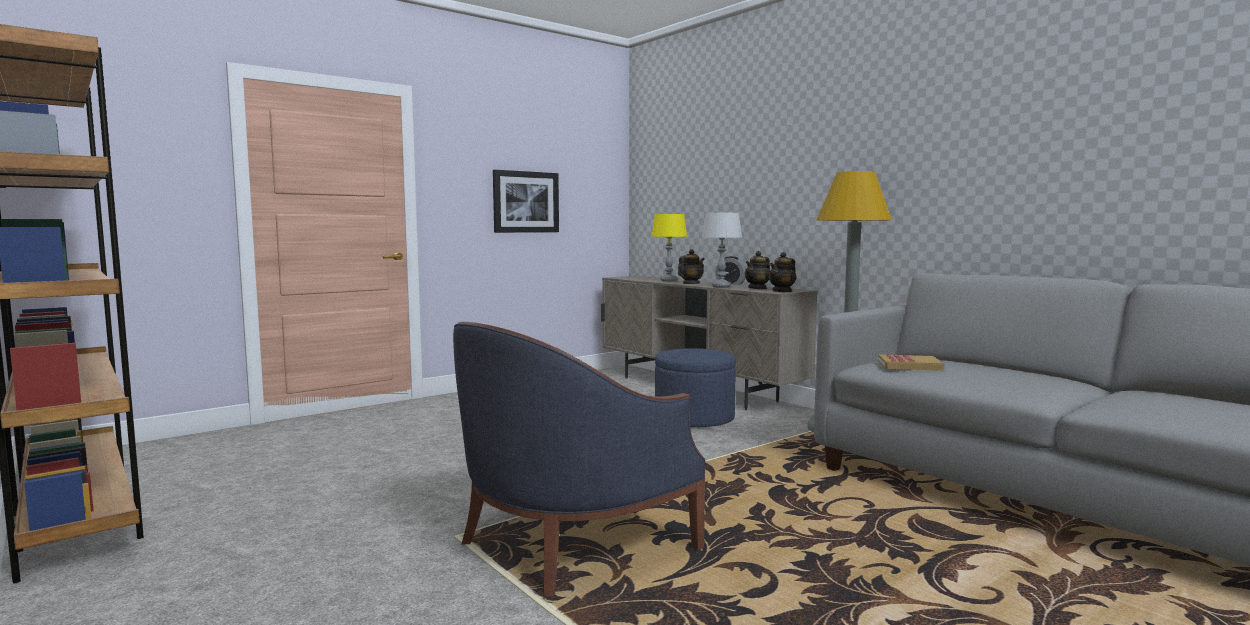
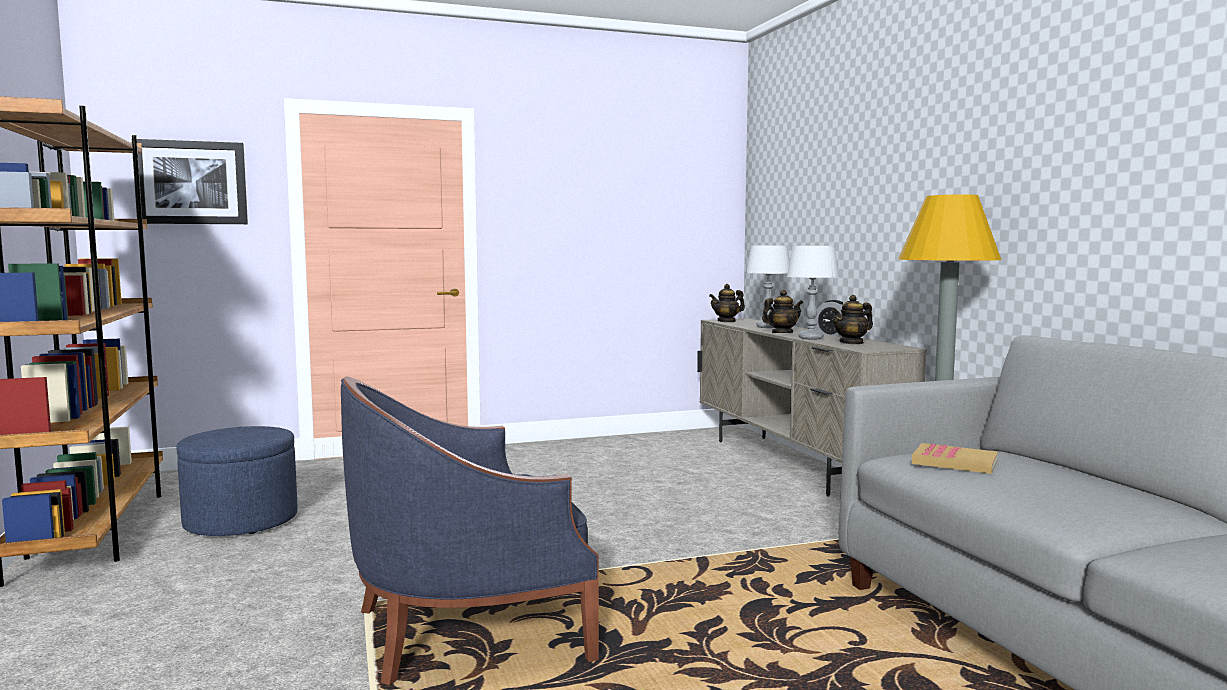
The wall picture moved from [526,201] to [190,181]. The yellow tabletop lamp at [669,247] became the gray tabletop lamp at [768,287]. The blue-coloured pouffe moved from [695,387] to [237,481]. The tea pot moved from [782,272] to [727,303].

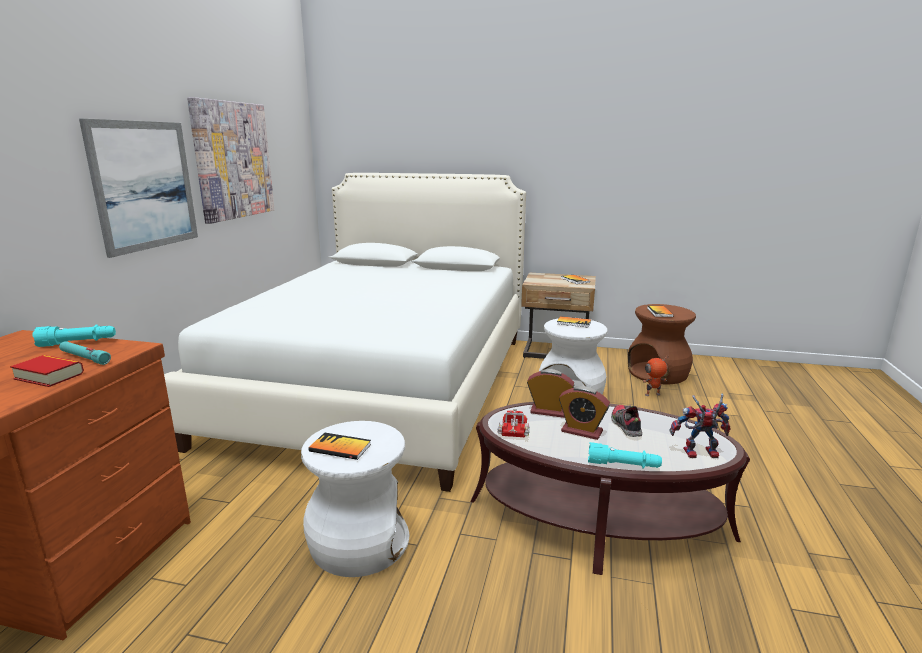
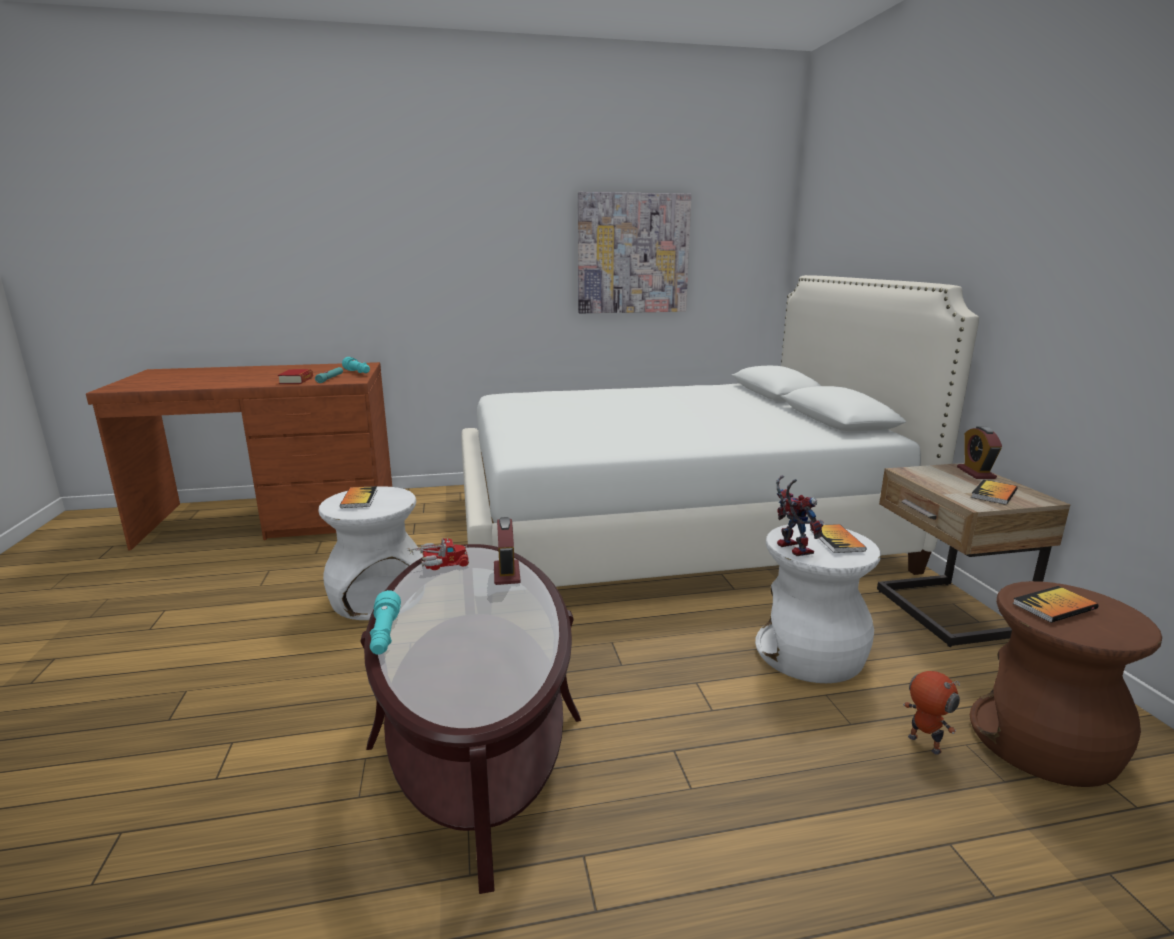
The wall picture at [138,188] disappeared. The bedside clock moved from [584,413] to [979,452]. The item of footwear at [626,421] disappeared. The toy robot moved from [699,426] to [800,515].

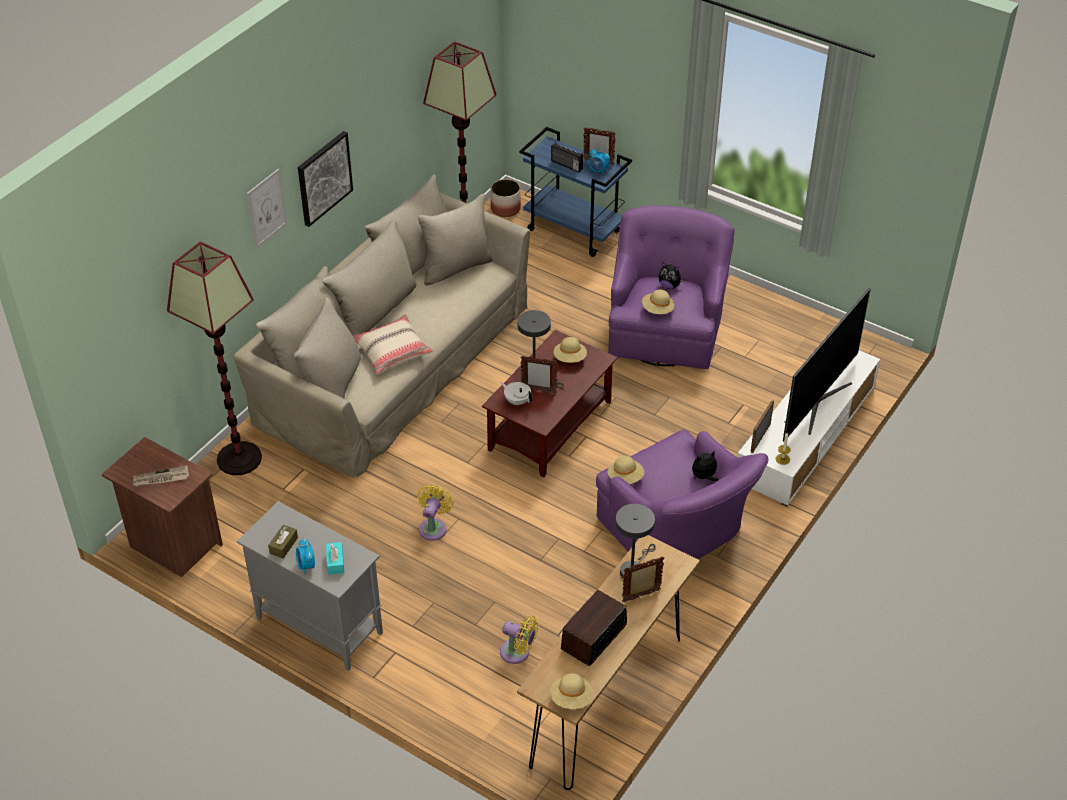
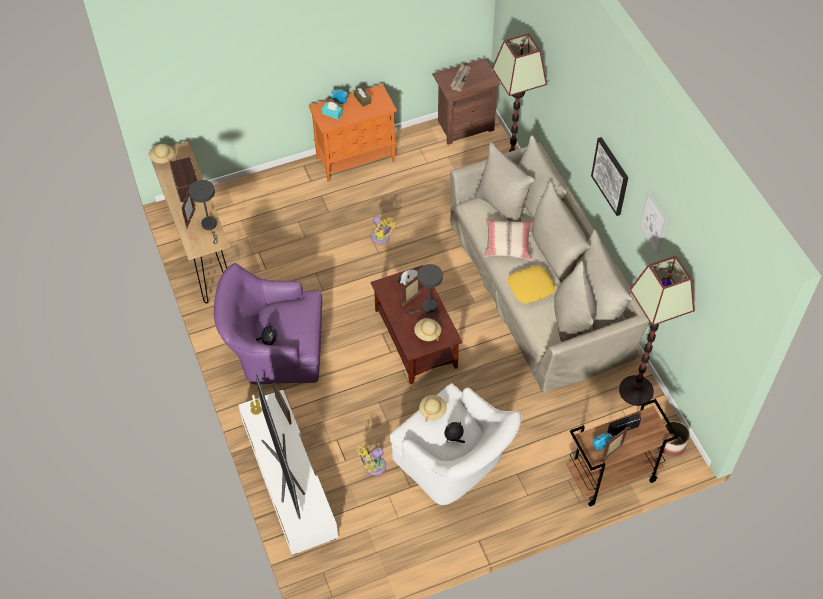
The gray storage cabinet at [310,586] became the orange-coloured storage cabinet at [353,133]. The wall picture moved from [267,208] to [653,222]. The yellow fan moved from [519,640] to [371,460]. The blue-coloured cart at [575,192] became the brown-coloured cart at [622,452]. The purplish armchair at [671,287] became the white-coloured armchair at [456,444]. The beige hat at [626,470] disappeared. The yellow pillow at [531,285] appeared.

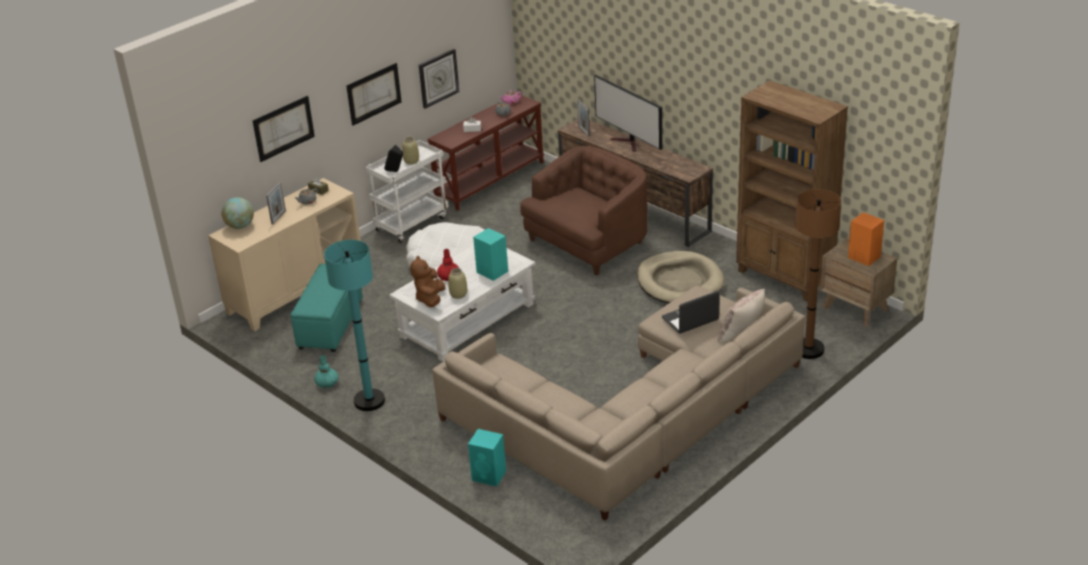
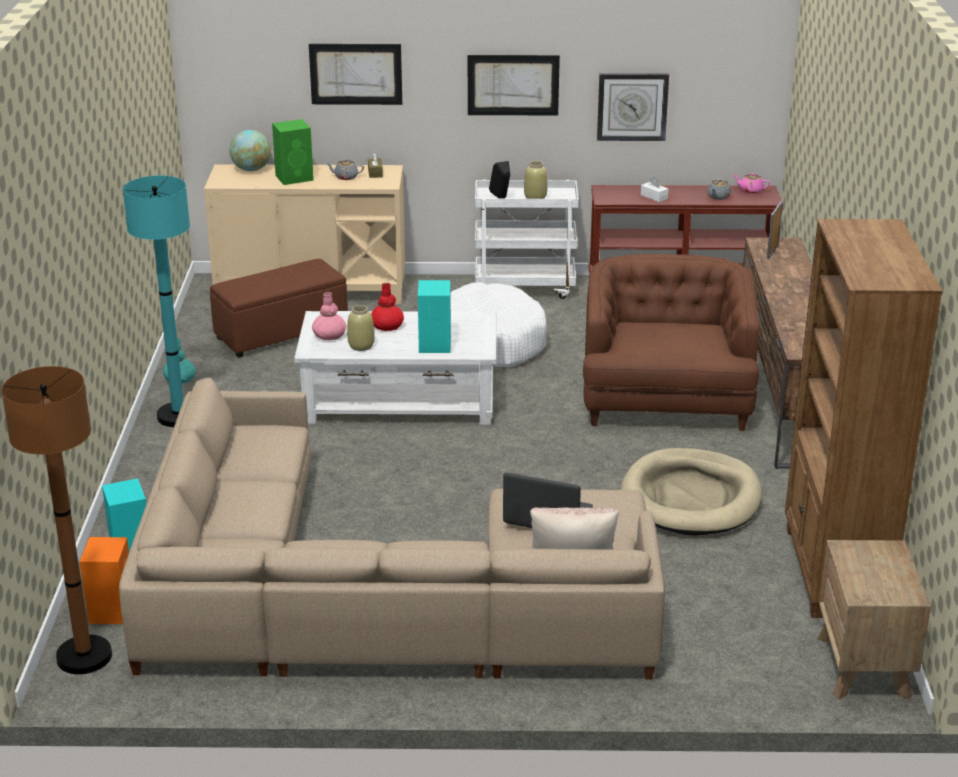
The photo frame at [276,203] was replaced by the greenish speaker at [293,152]. The blue-green pouffe at [327,308] became the brown-coloured pouffe at [279,308]. The brown-coloured plush toy at [427,281] was replaced by the pink decorative vase at [329,316]. The brown-coloured armchair at [583,211] turned 90 degrees counterclockwise. The TV at [628,113] disappeared. The brown-coloured standard lamp moved from [818,274] to [56,520]. The orange-coloured speaker moved from [866,239] to [104,580].

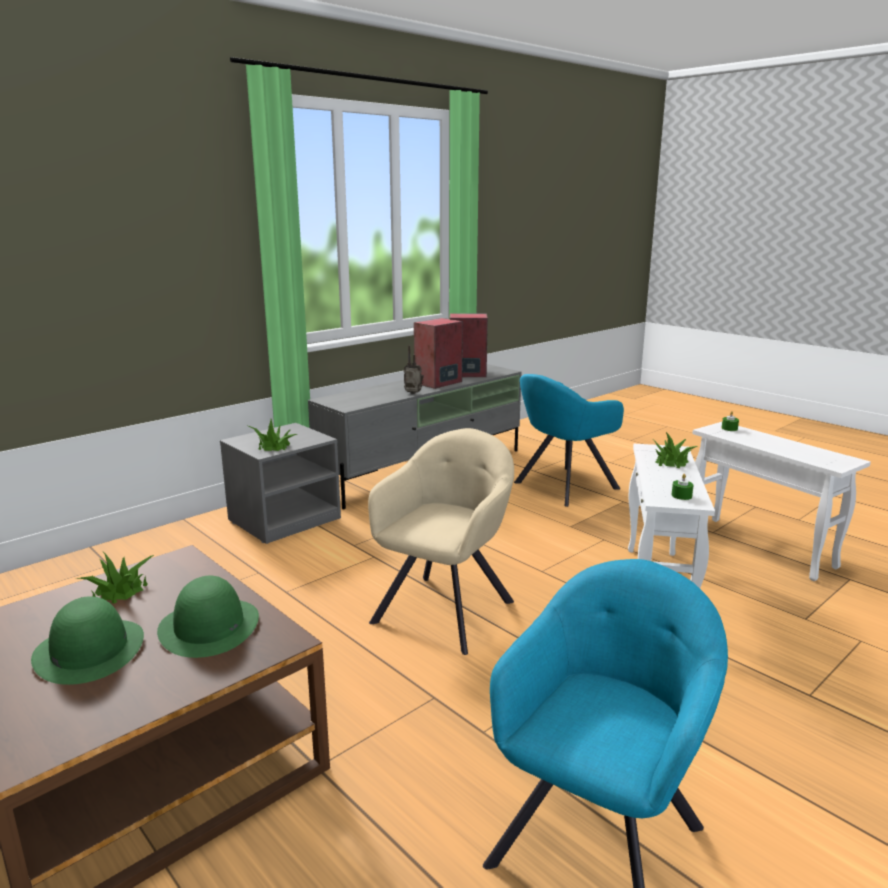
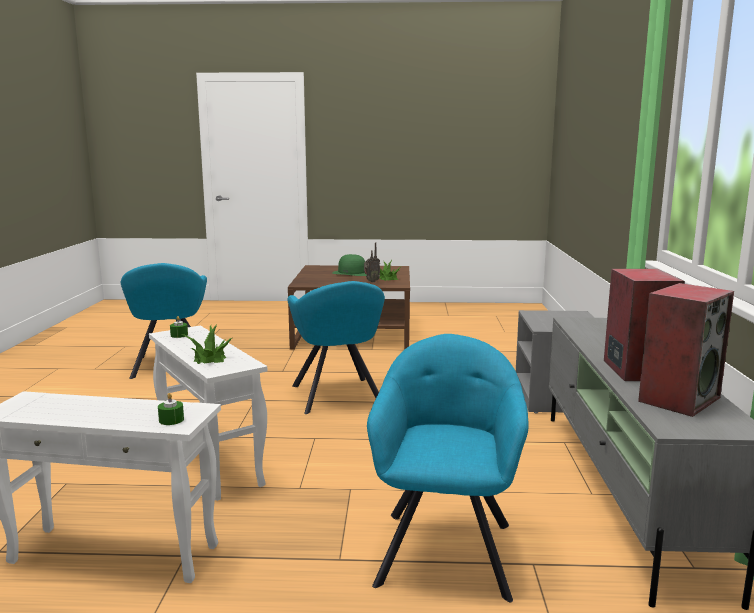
The greenish hat at [208,617] disappeared. The plant in a pot at [272,435] disappeared. The beige armchair at [441,541] became the blue-green armchair at [336,347]. The radio set moved from [414,369] to [372,262].

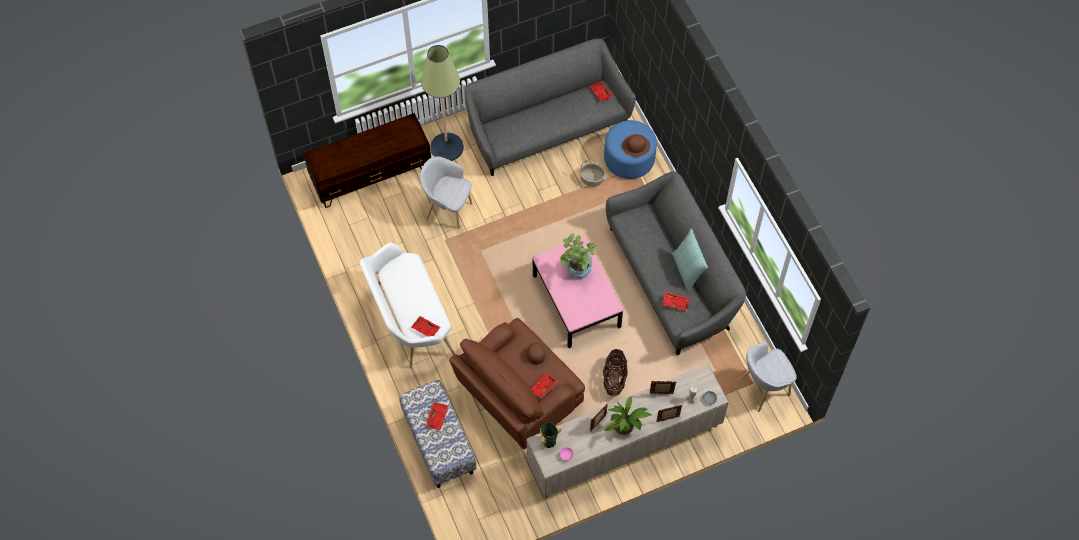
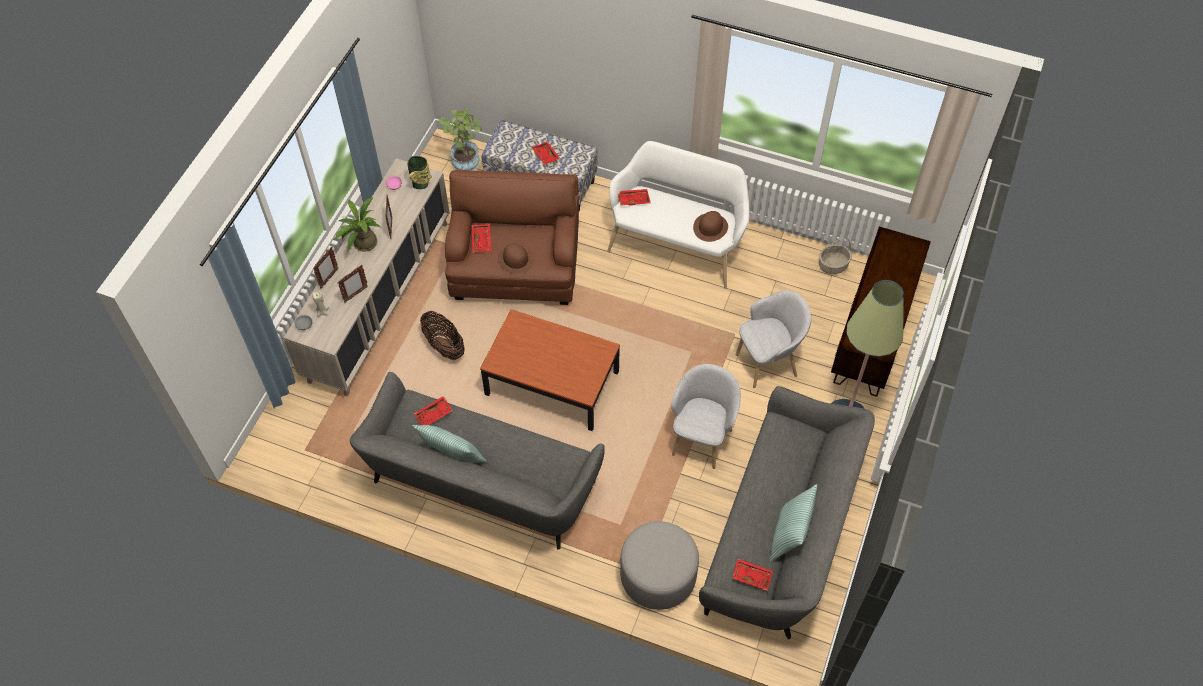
The pink low table at [577,292] became the brown-coloured low table at [550,370]. The plant in a pot moved from [579,256] to [460,140]. The basket moved from [592,173] to [835,256]. The blue-coloured pouffe at [630,149] became the gray pouffe at [659,565]. The brown-coloured hat moved from [636,145] to [710,226]. The gray armchair moved from [768,377] to [706,416]. The pillow at [793,523] appeared.

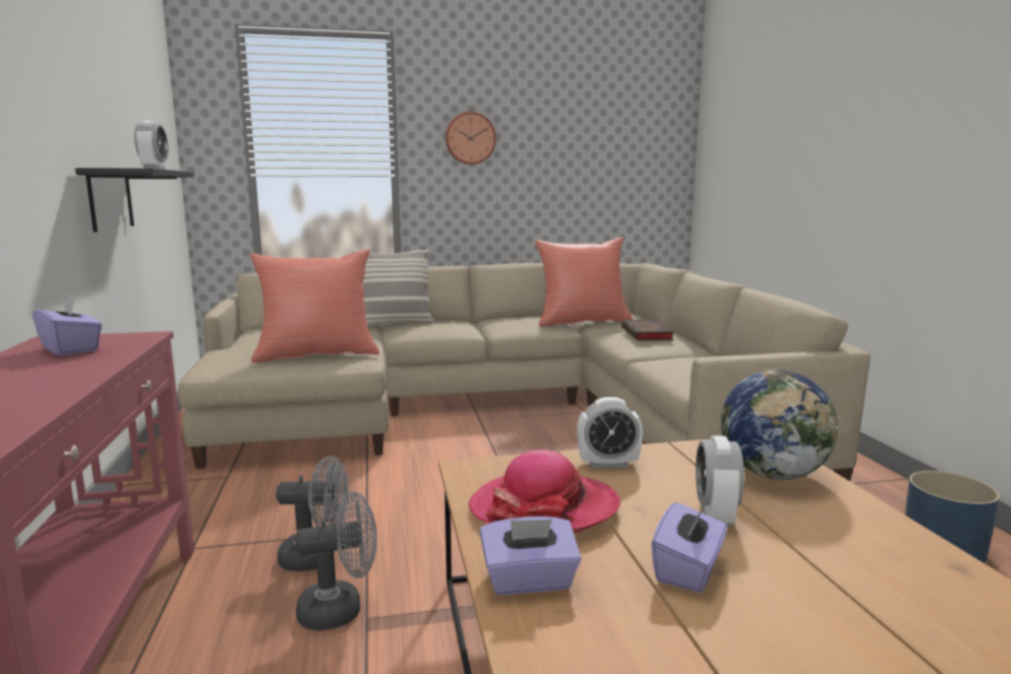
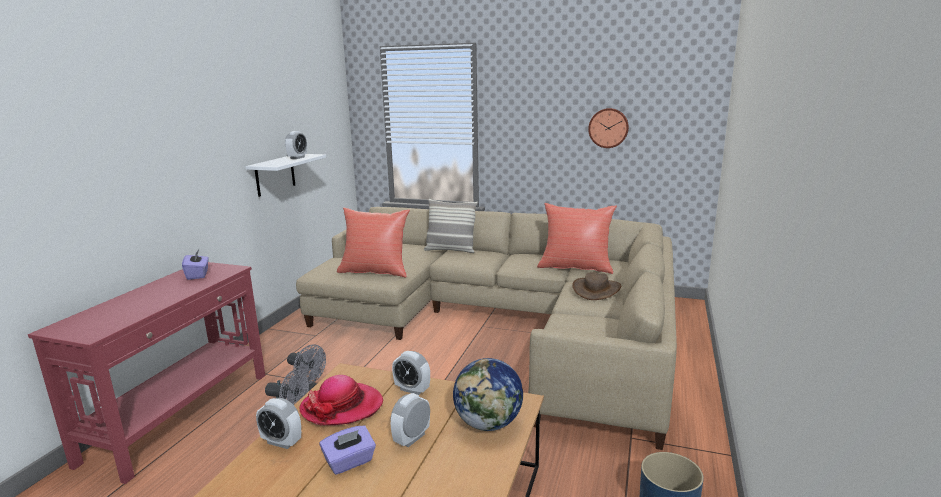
The blackish bracket shelf at [134,200] became the white-coloured bracket shelf at [286,175]. The clock on the wall moved from [470,138] to [608,128]. The purplish tissue box at [530,555] was replaced by the bedside clock at [278,423]. The bound book at [647,330] was replaced by the brown-coloured hat at [596,286].

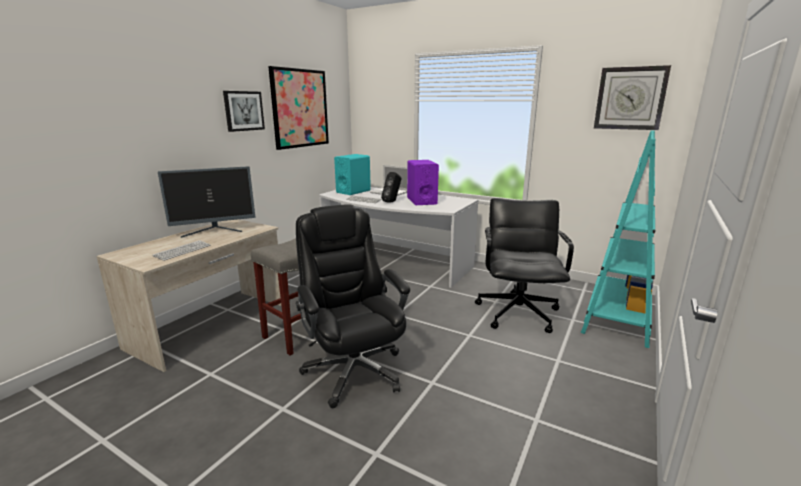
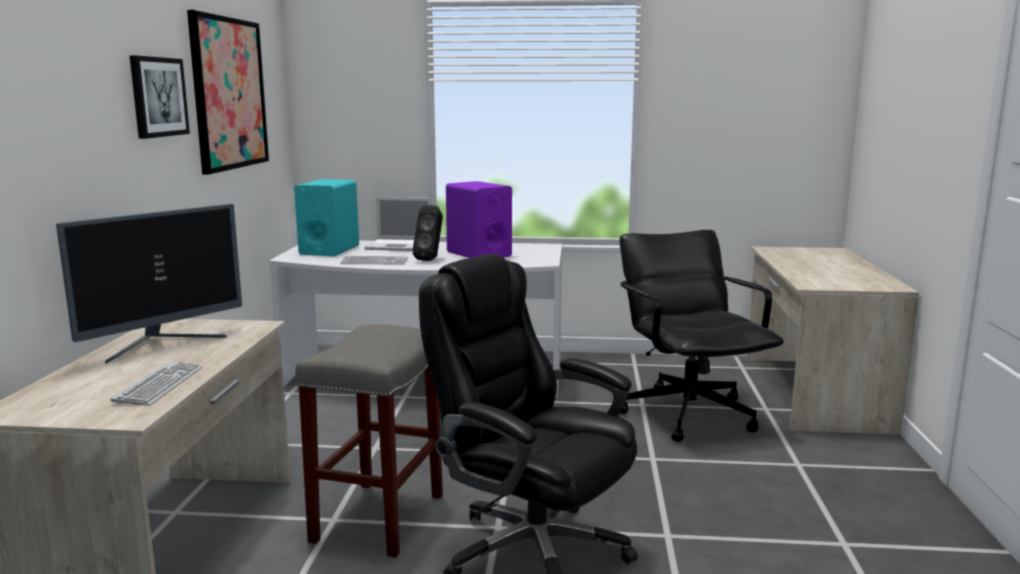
The blue-green bookcase at [618,239] was replaced by the beige desk at [833,340]. The clock on the wall at [632,97] disappeared.

